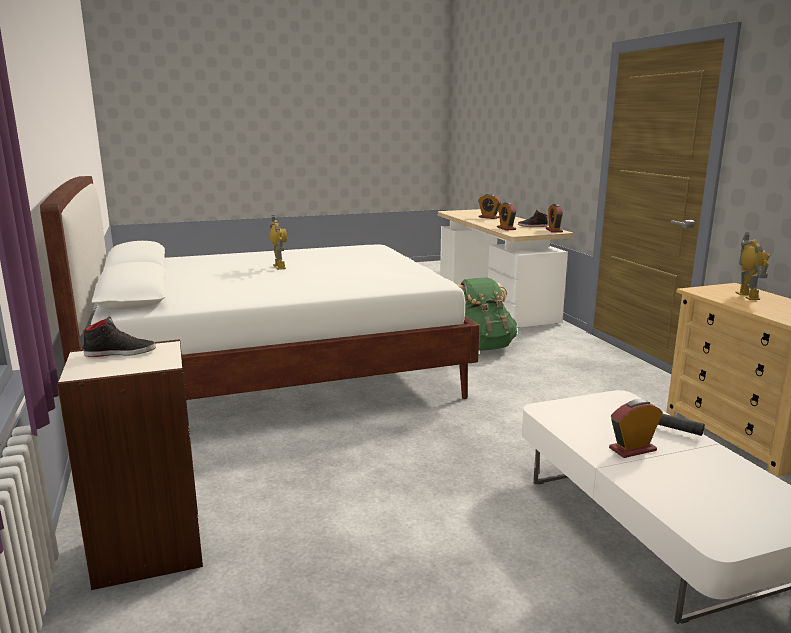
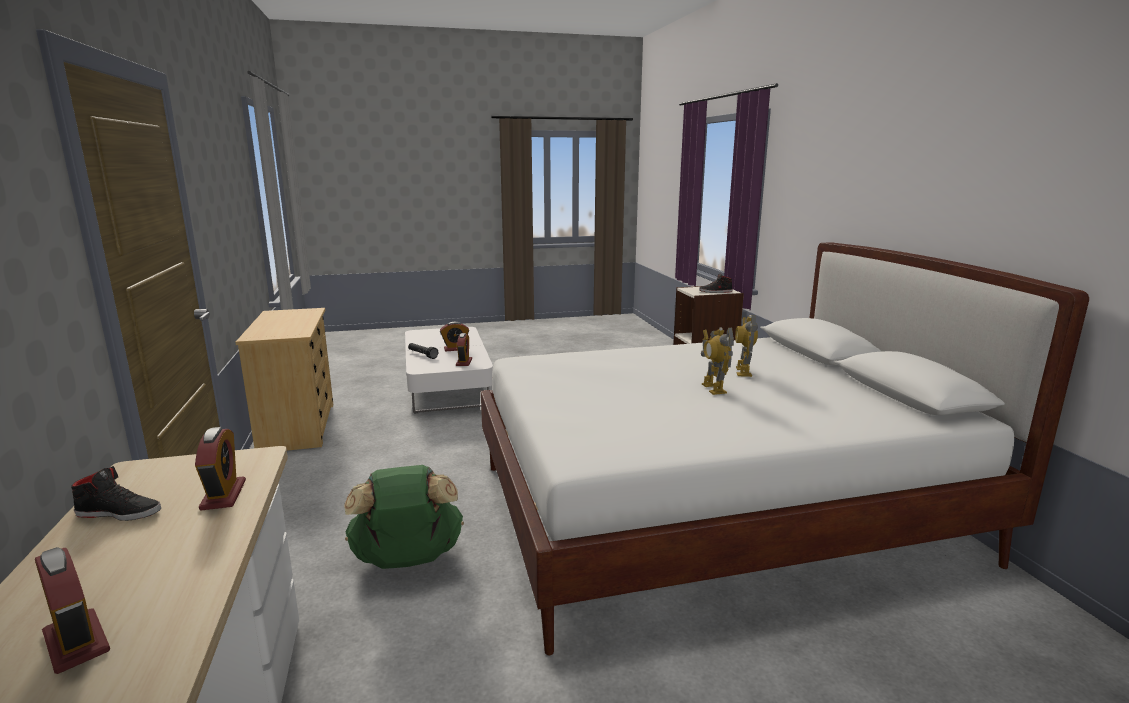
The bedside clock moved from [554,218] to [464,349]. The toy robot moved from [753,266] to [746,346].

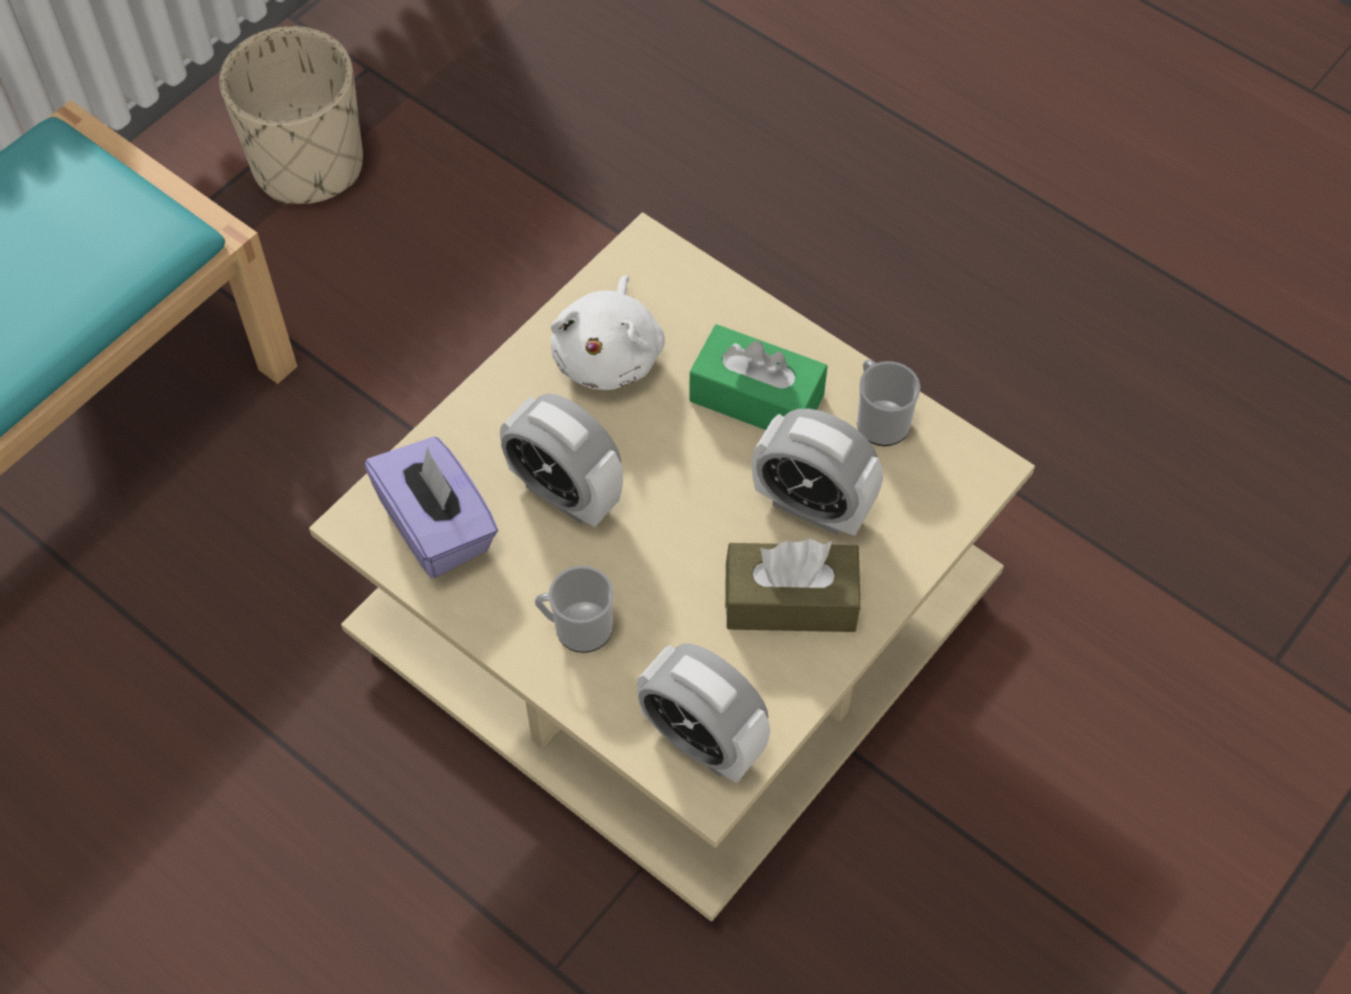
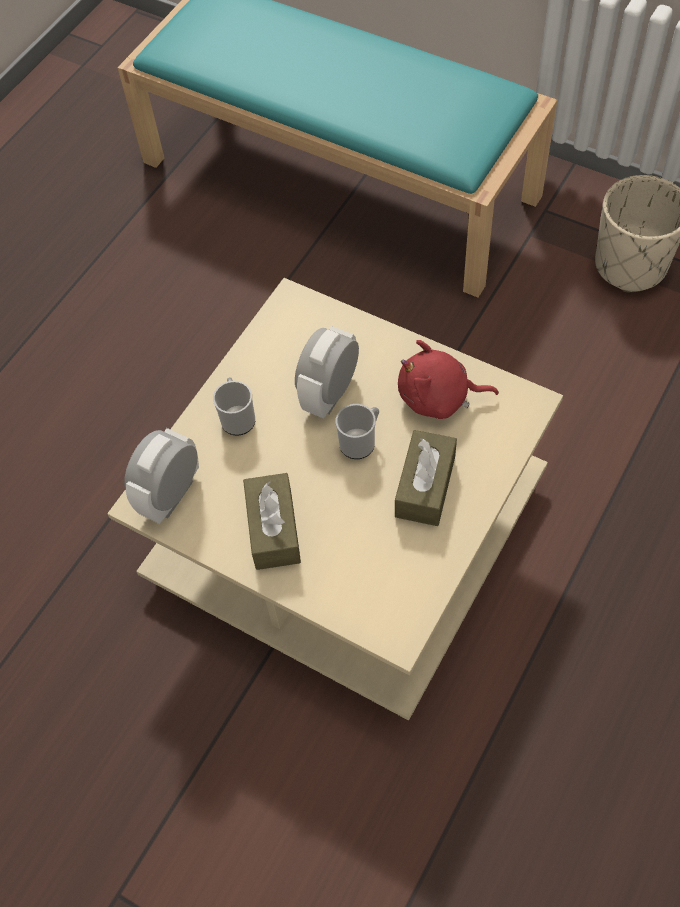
The purplish tissue box at [431,507] disappeared. The white-coloured plush toy at [608,332] became the red plush toy at [448,379]. The greenish tissue box at [758,377] became the brown-coloured tissue box at [426,478]. The bedside clock at [817,472] disappeared. The mug moved from [888,402] to [357,431].

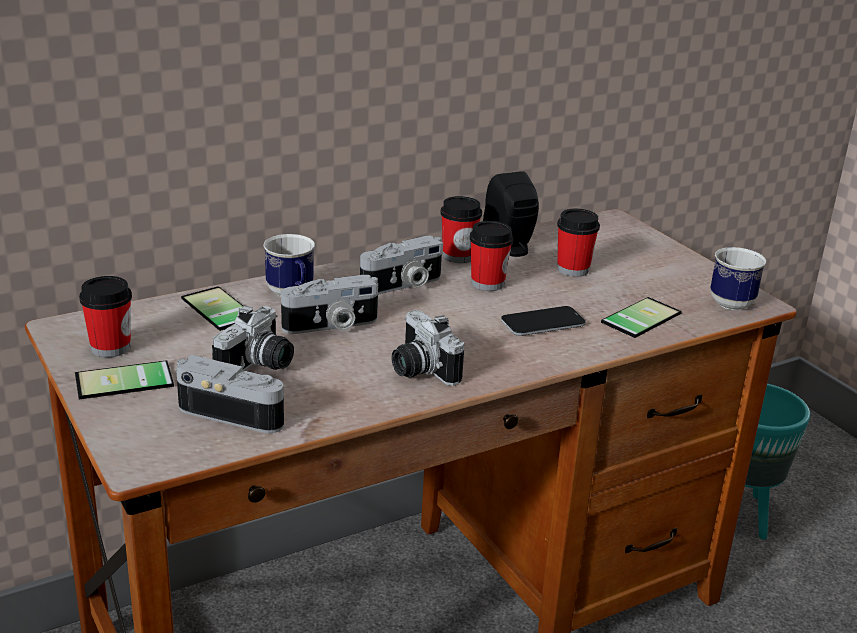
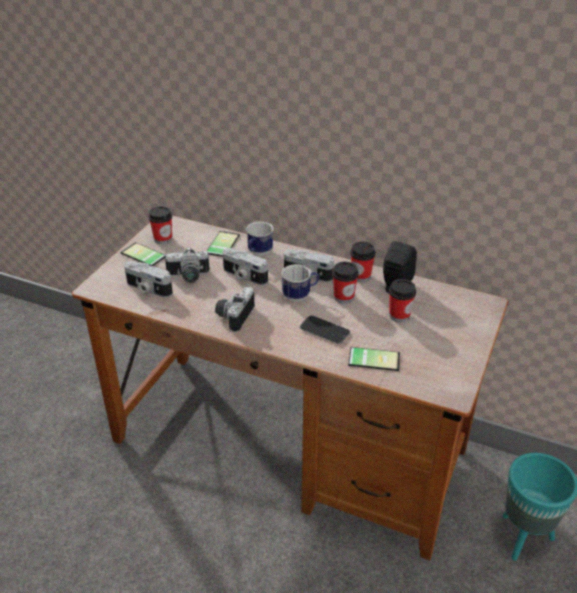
The photo camera at [230,394] turned 135 degrees clockwise. The mug moved from [738,278] to [300,283].

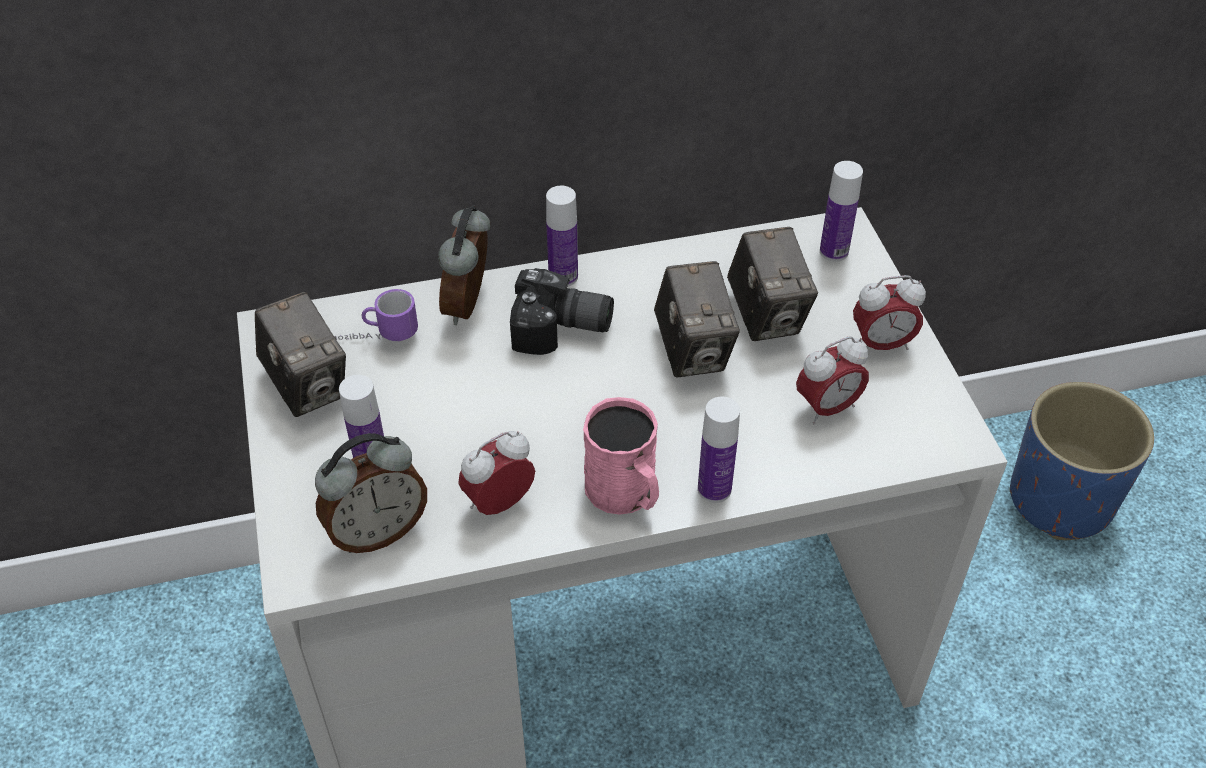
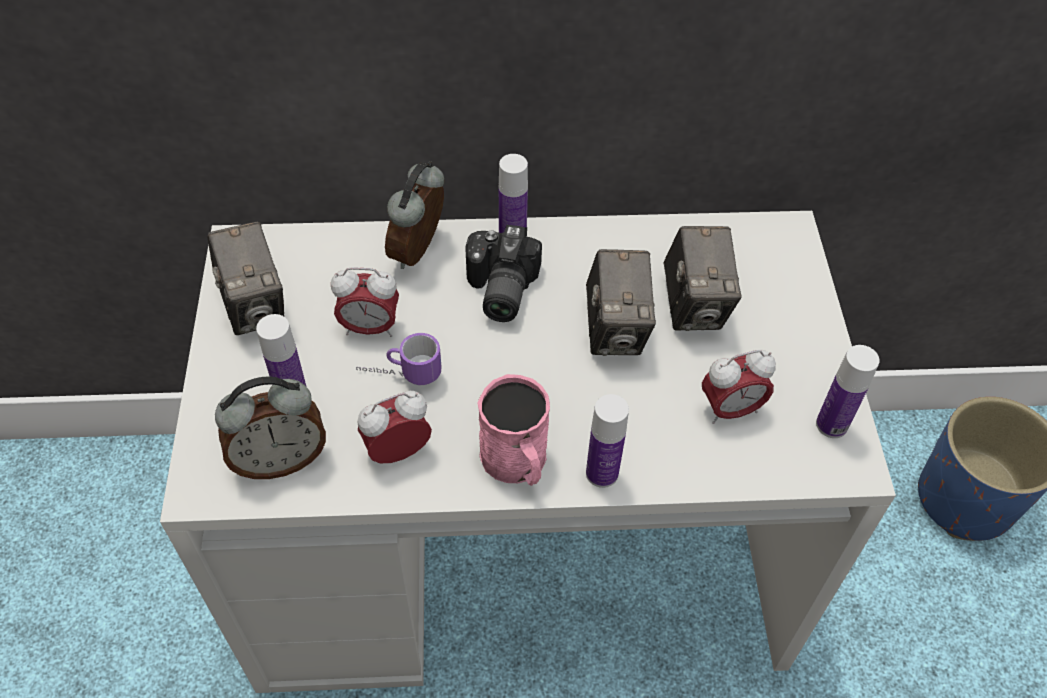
The mug moved from [376,315] to [398,359]. The photo camera at [562,311] turned 75 degrees clockwise. The drink bottle moved from [841,211] to [848,391]. The bedside clock moved from [889,312] to [365,302].

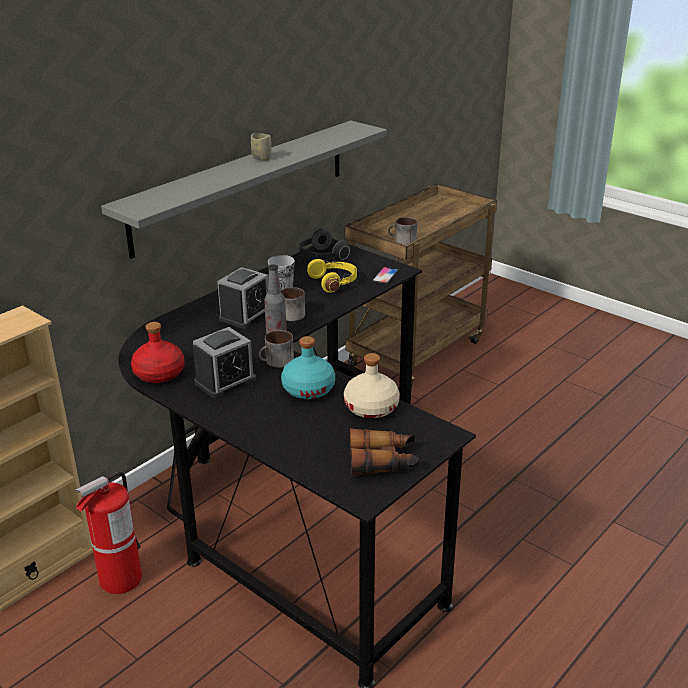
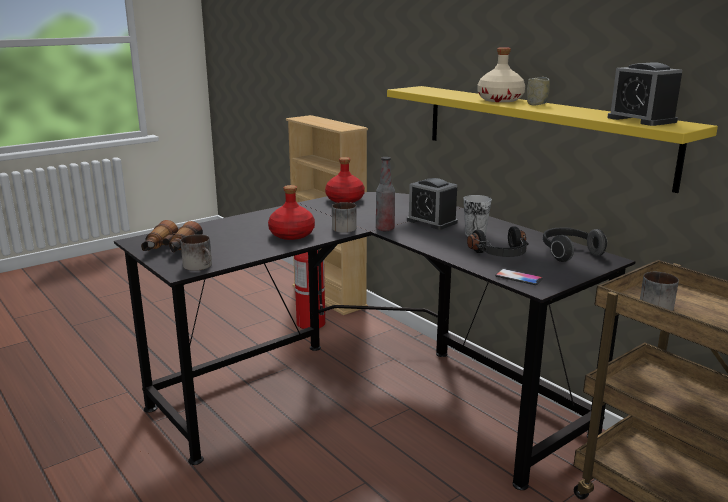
The gray bracket shelf at [244,190] became the yellow bracket shelf at [552,139]. The bedside clock moved from [224,362] to [644,94]. The mug moved from [293,304] to [196,252]. The blue-green drink bottle at [308,367] became the red drink bottle at [291,212]. The yellow headset at [332,276] became the blackish headset at [498,242]. The beige drink bottle moved from [372,385] to [501,74].

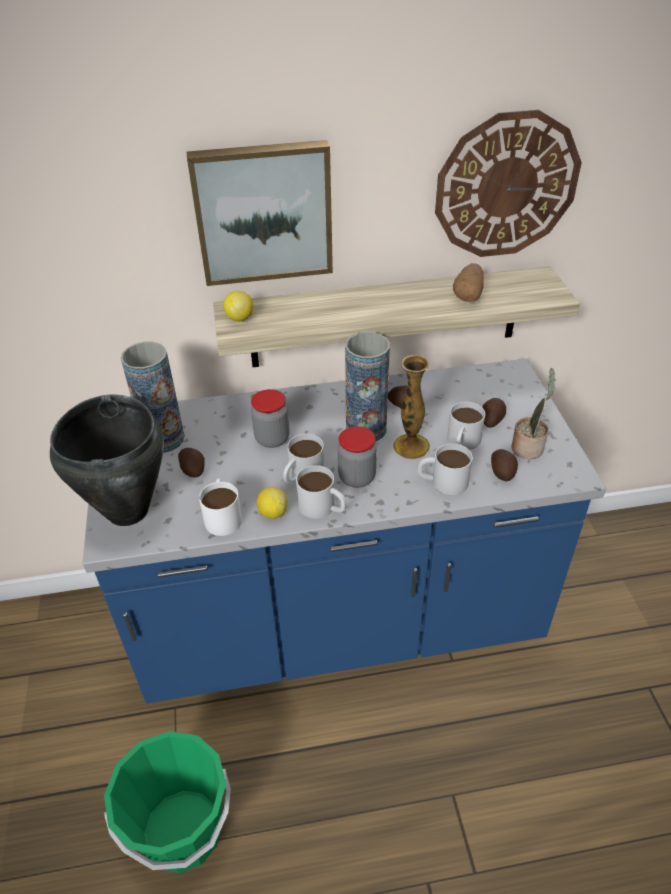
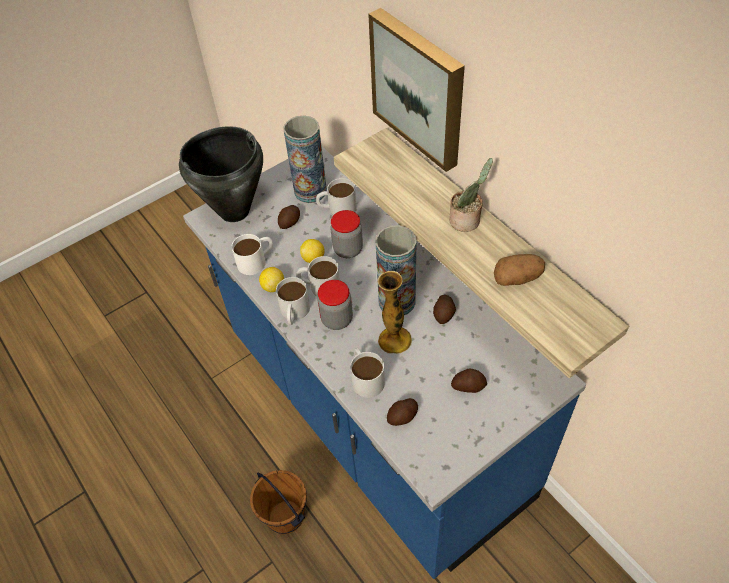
The greenish pail at [167,802] disappeared. The lemon moved from [238,306] to [312,251]. The clock on the wall at [508,183] disappeared. The white-coloured mug moved from [466,426] to [336,196]. The plant in a pot moved from [533,413] to [471,195]. The brown-coloured pail at [278,502] appeared.

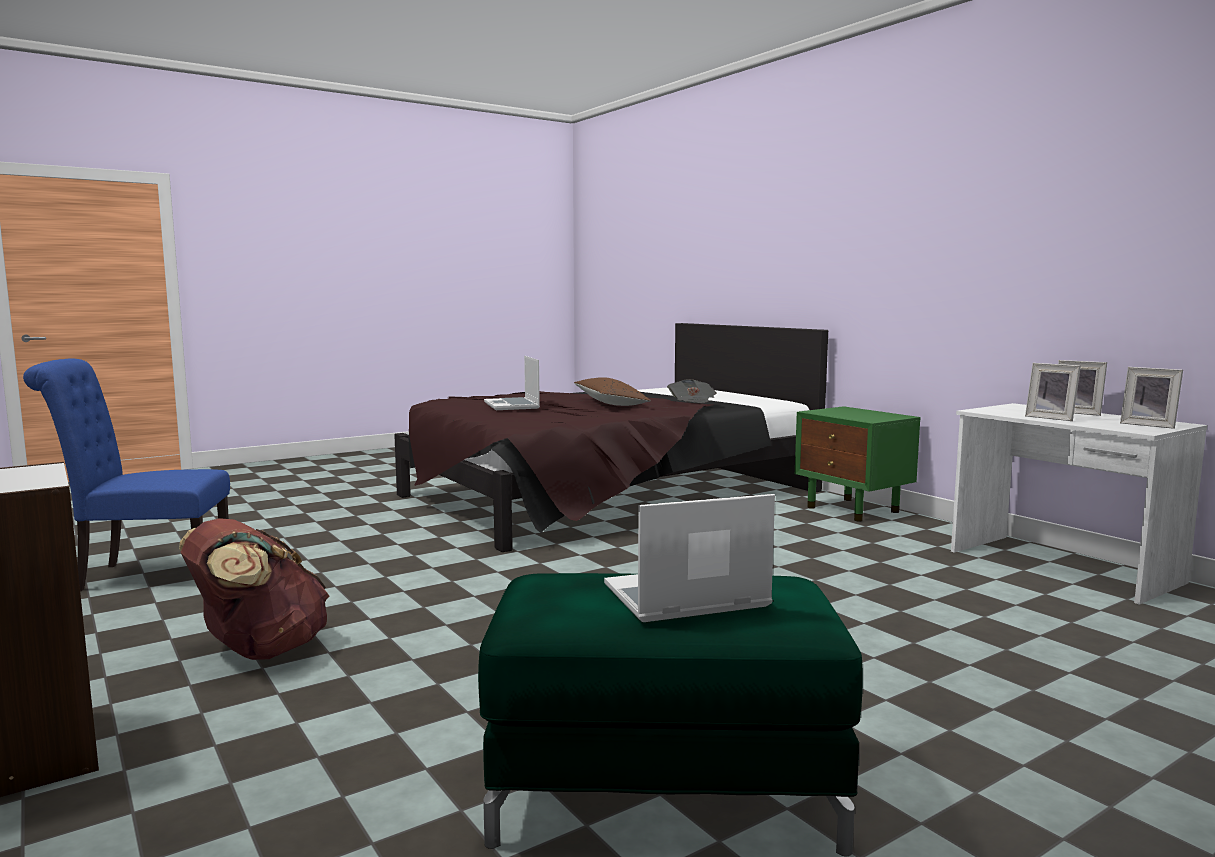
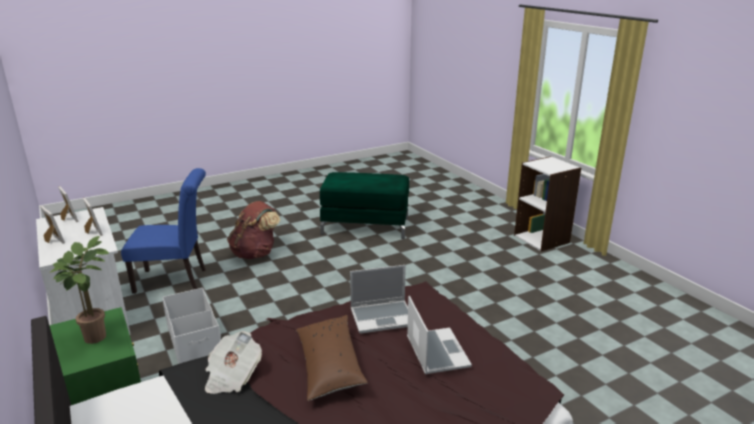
The blue-coloured chair moved from [126,475] to [163,230]. The brown-coloured rucksack moved from [254,589] to [253,230]. The laptop moved from [689,558] to [379,299]. The plant in a pot at [79,290] appeared. The white-coloured storage box at [192,326] appeared.

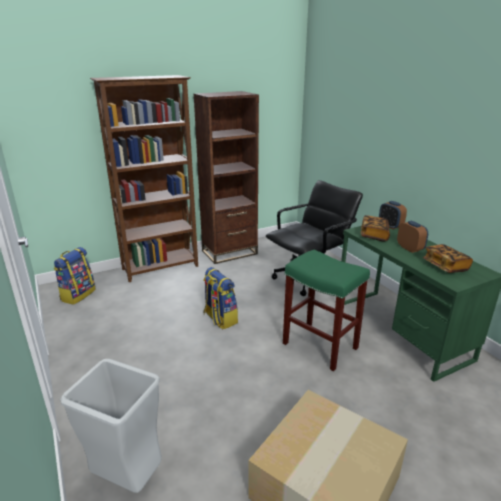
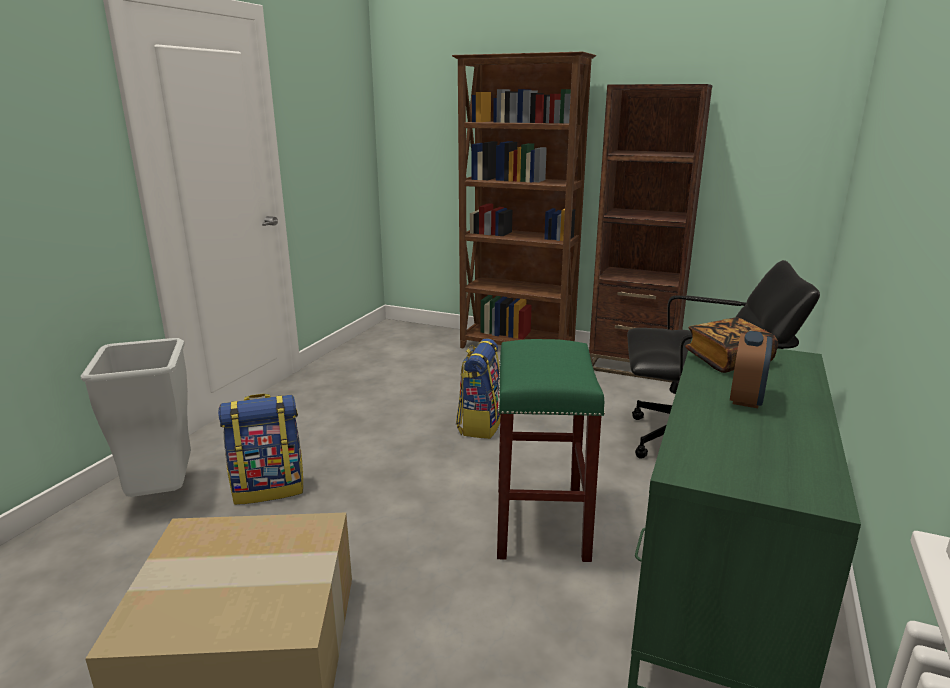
The rucksack moved from [75,276] to [260,449]. The bedside clock at [393,215] disappeared. The bound book at [448,258] disappeared.

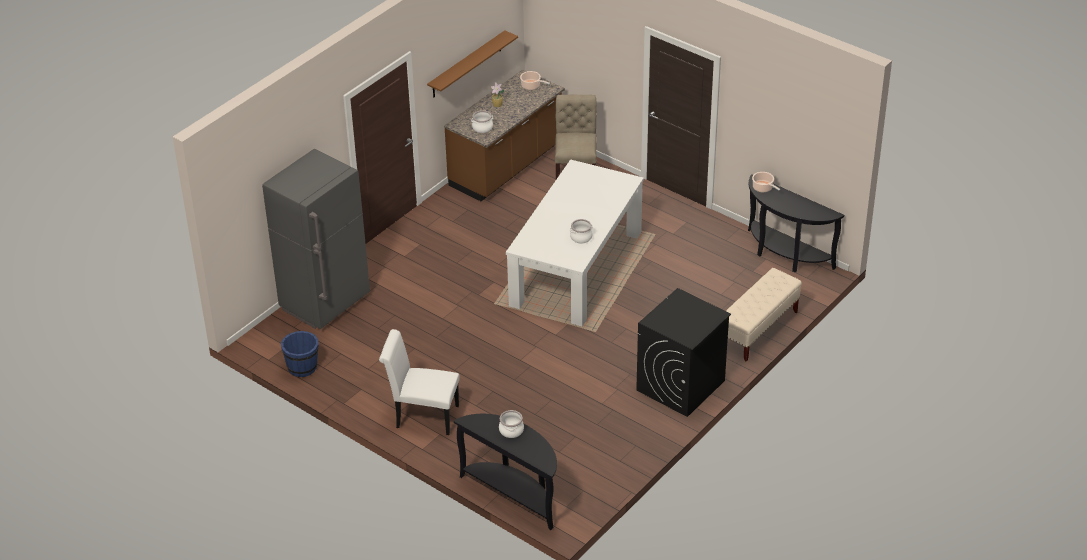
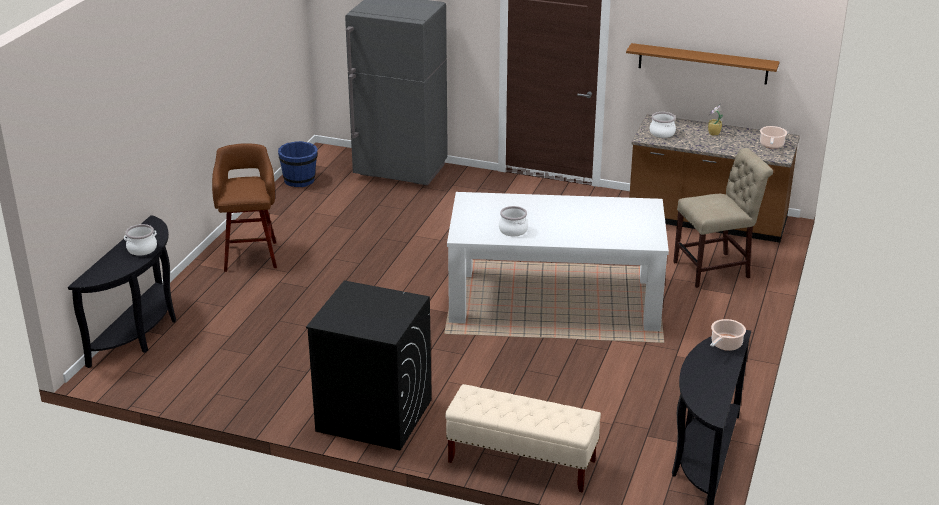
The white-coloured chair at [419,382] was replaced by the brown-coloured stool seat at [244,207].

